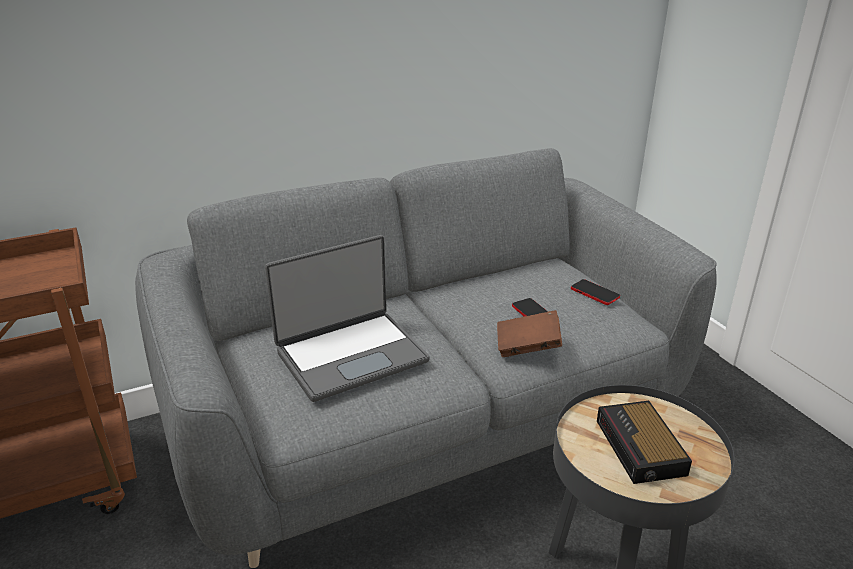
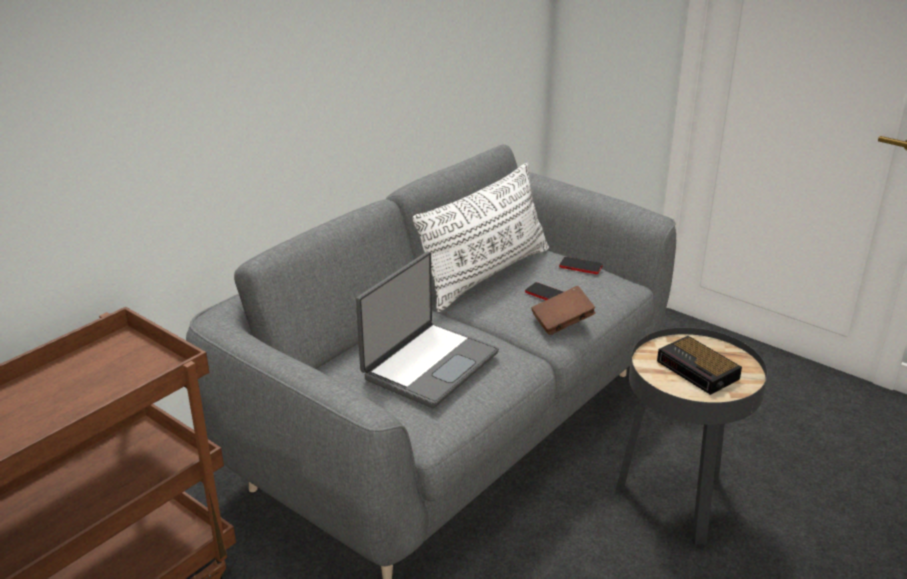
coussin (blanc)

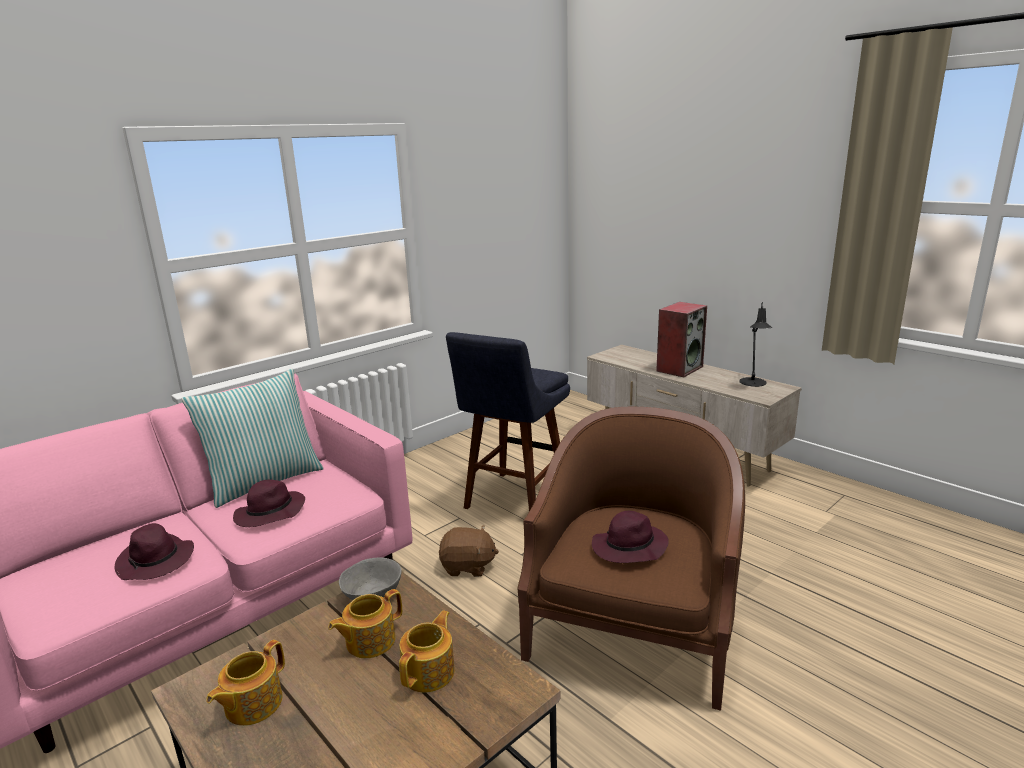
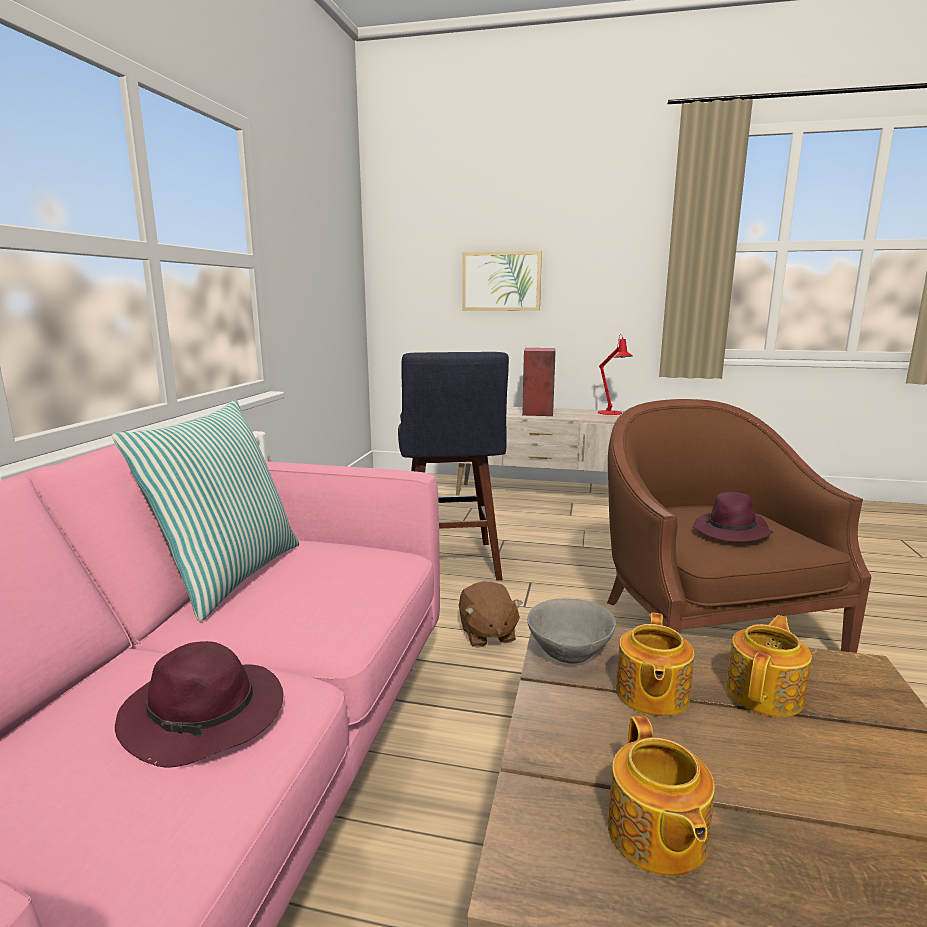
lampe de table (rouge)
chapeau (violet) (2nd from left in the first image)
peluche (marron)
théière (3rd from left)
tableau

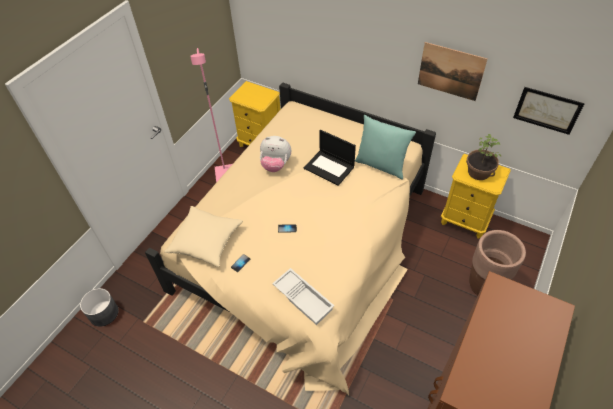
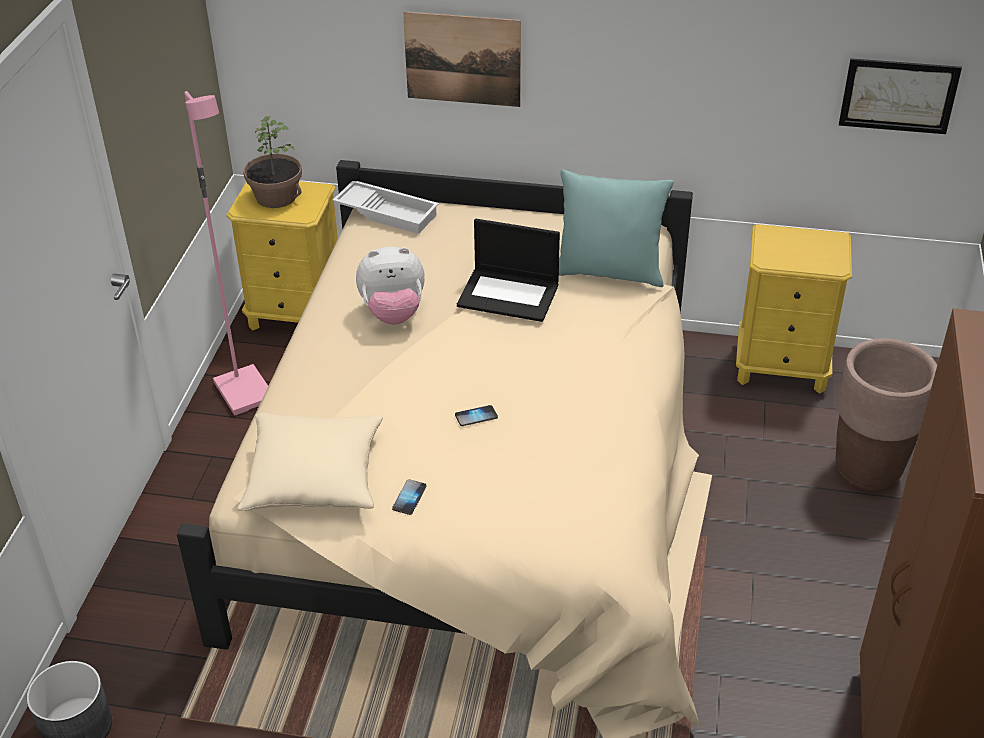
tableau (1st from left)
plante en pot
plateau (blanc)

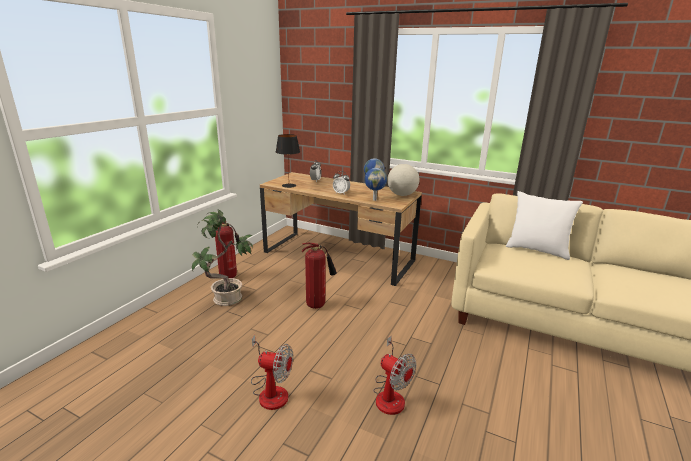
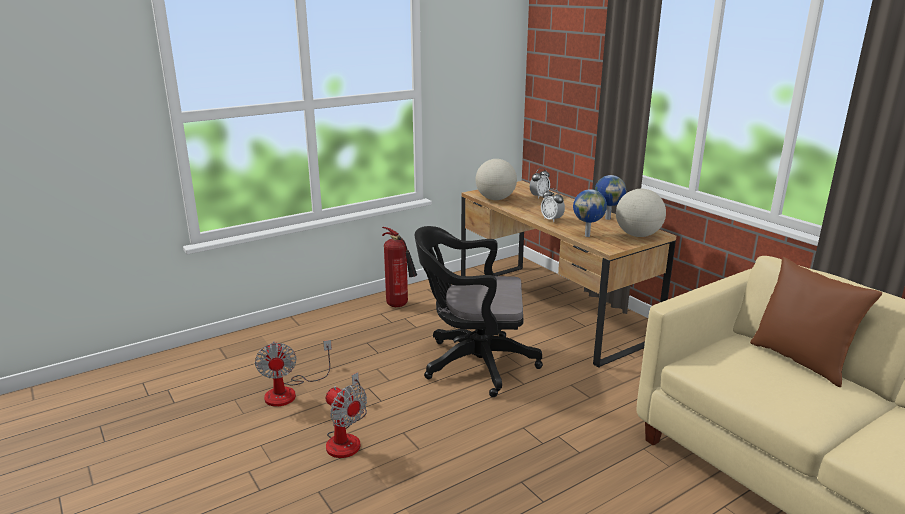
globe (1st from left)
coussin (marron)
plante en pot
chaise de bureau (noir)
ventilateur (1st from left)

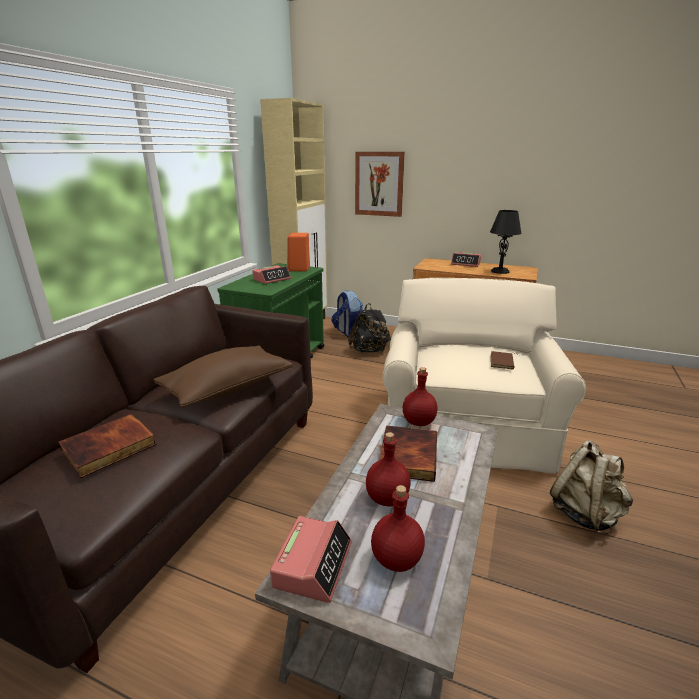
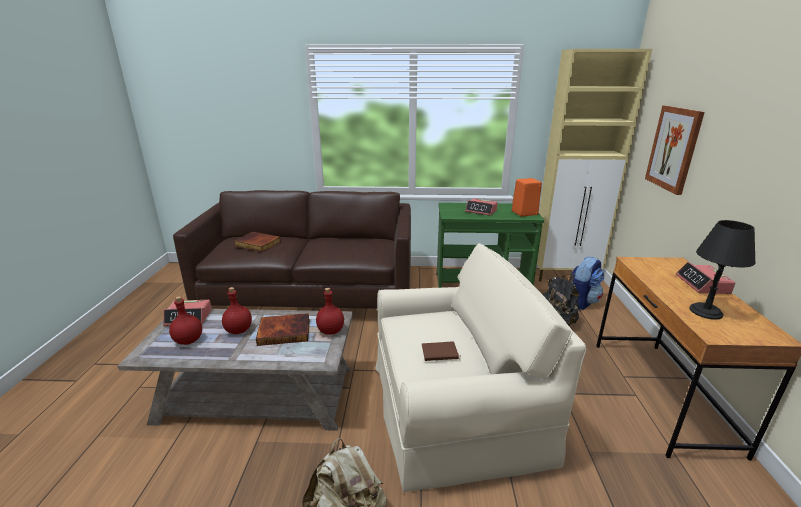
coussin (marron)

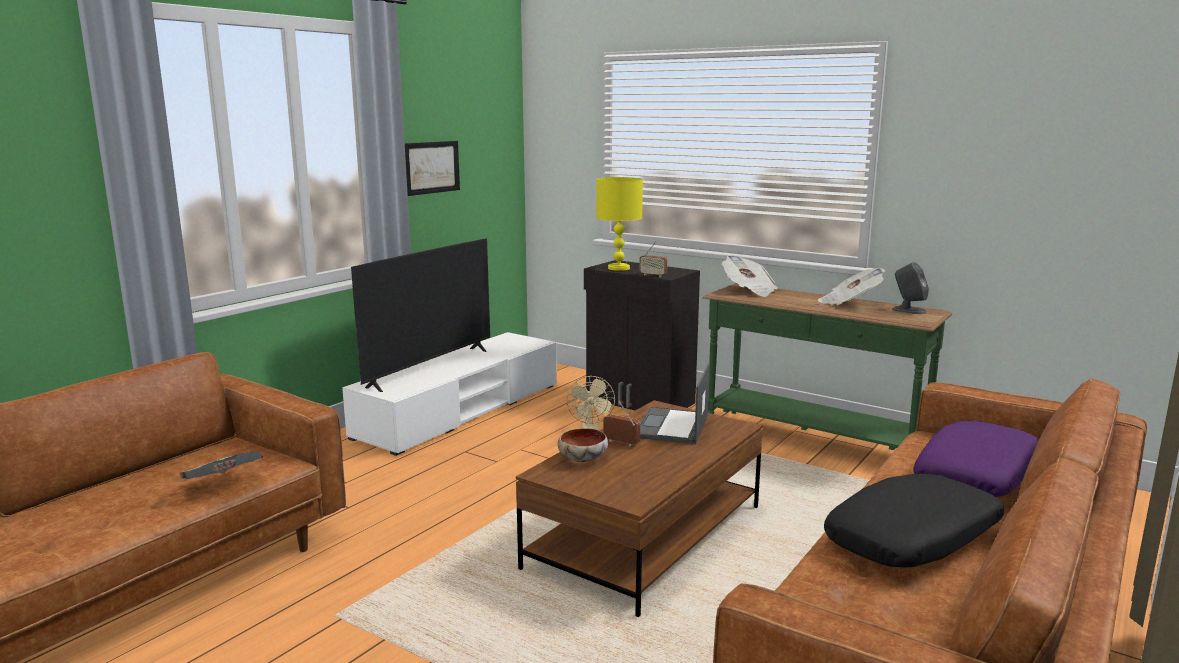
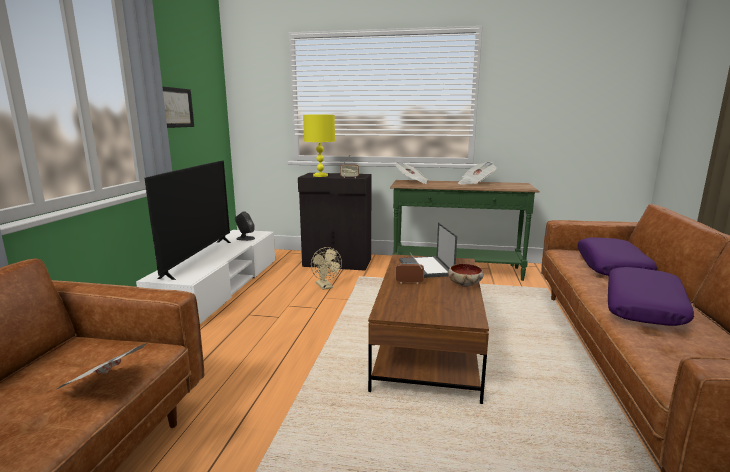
enceinte (gris)
bol
coussin (violet) (2nd from left)

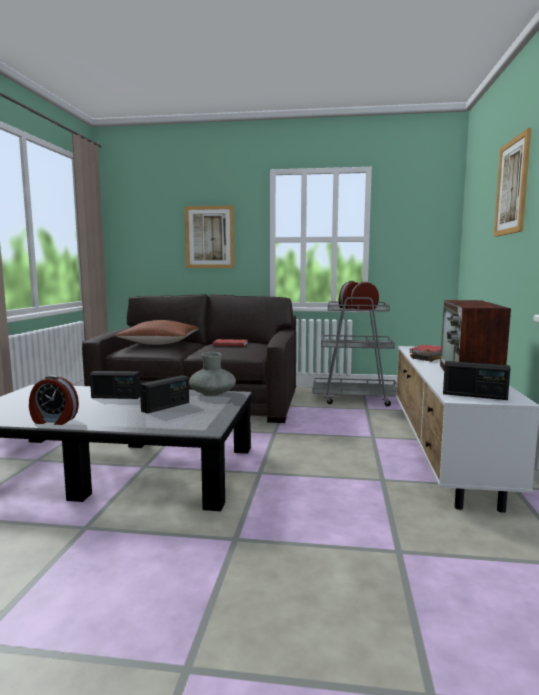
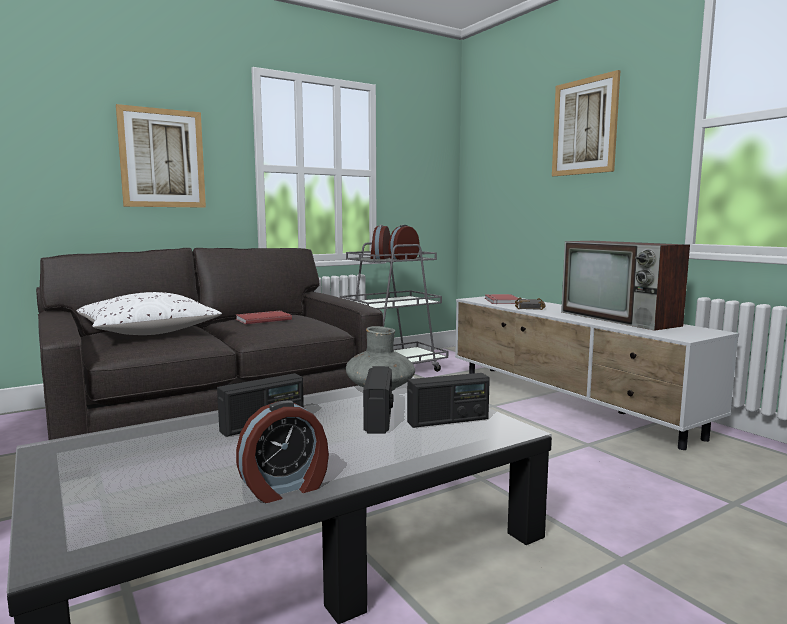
coussin (blanc)
radio (3rd from left)

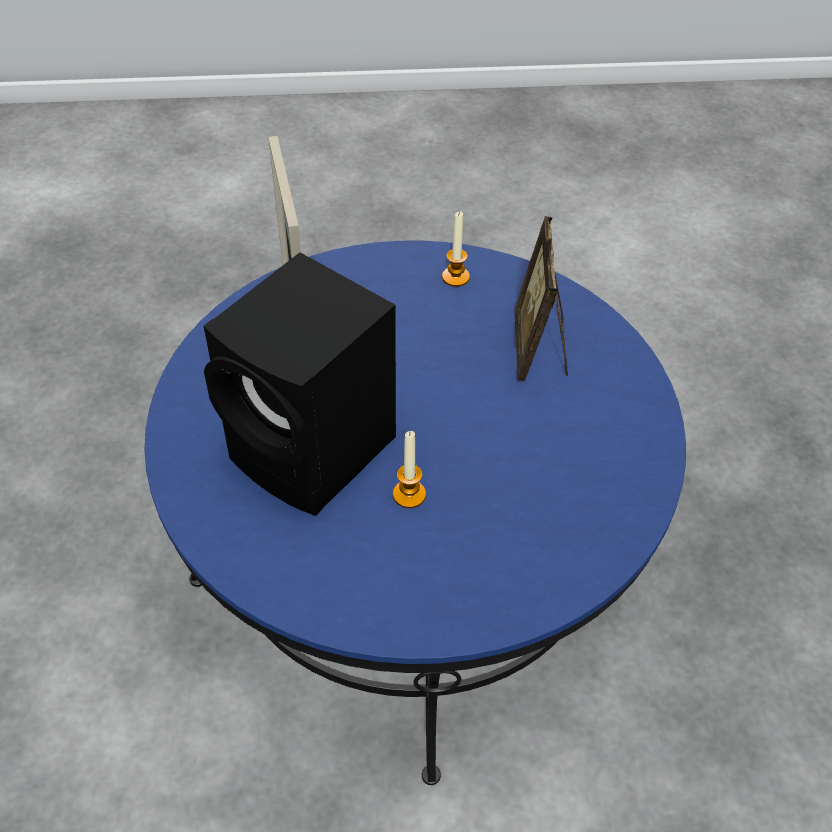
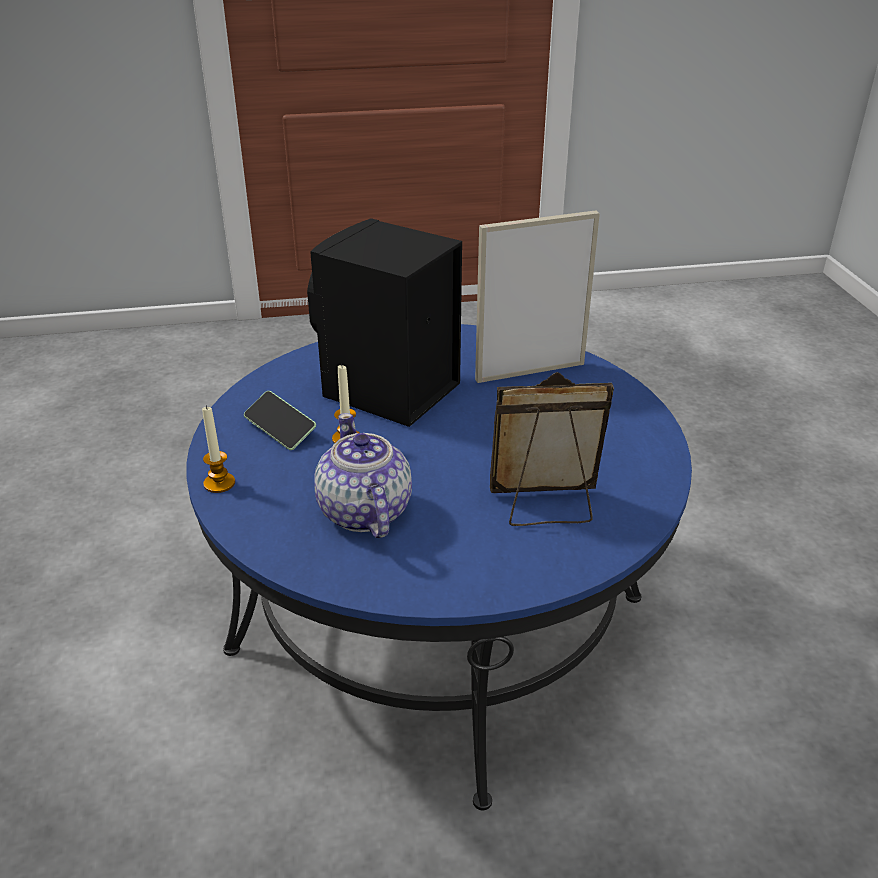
bougie (1st from left)
téléphone
théière

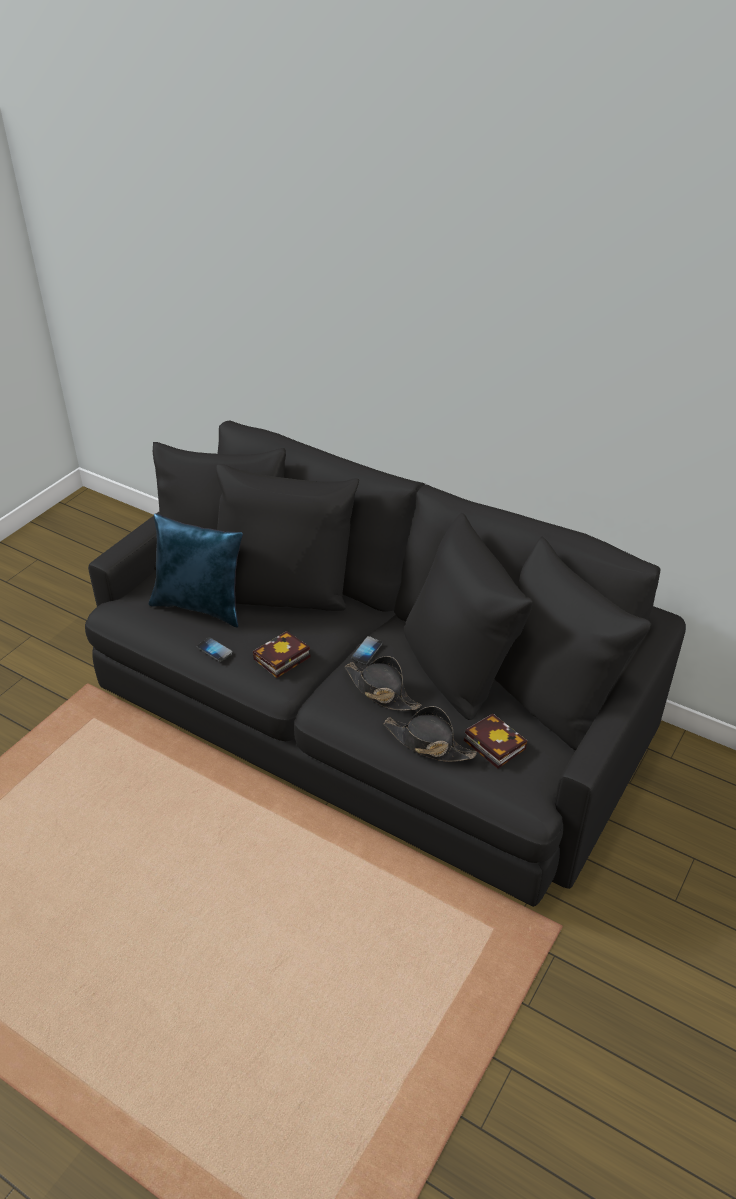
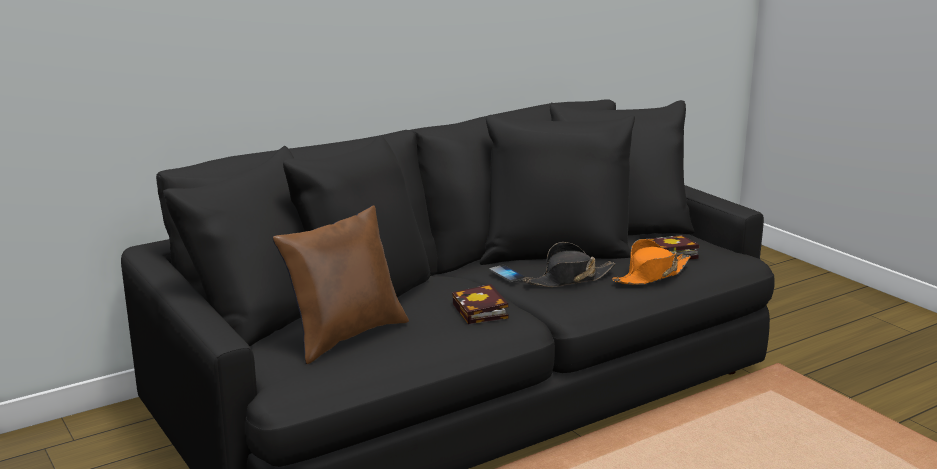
coussin (marron)
téléphone (1st from left in the first image)
chapeau (orange)

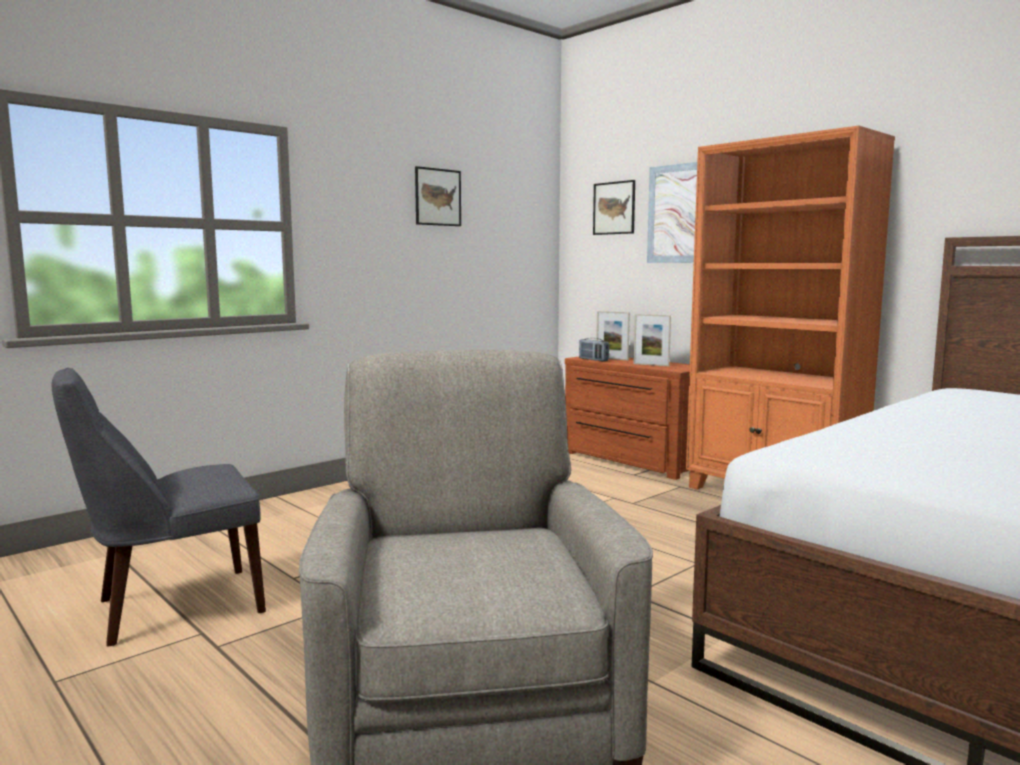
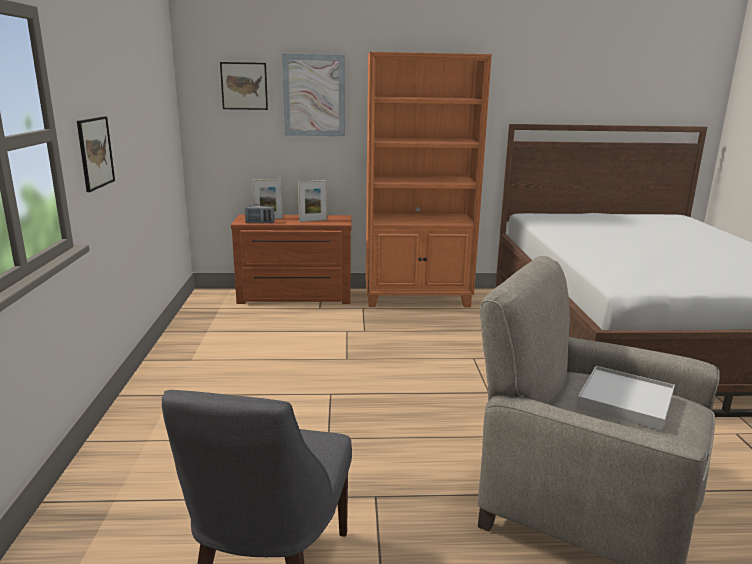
tableau (1st from left)
plateau (blanc)

